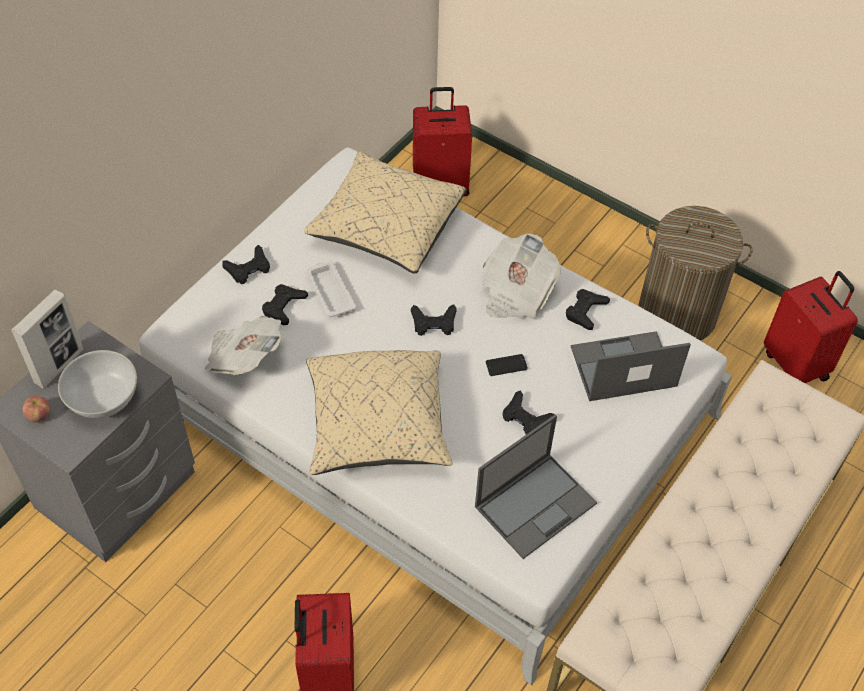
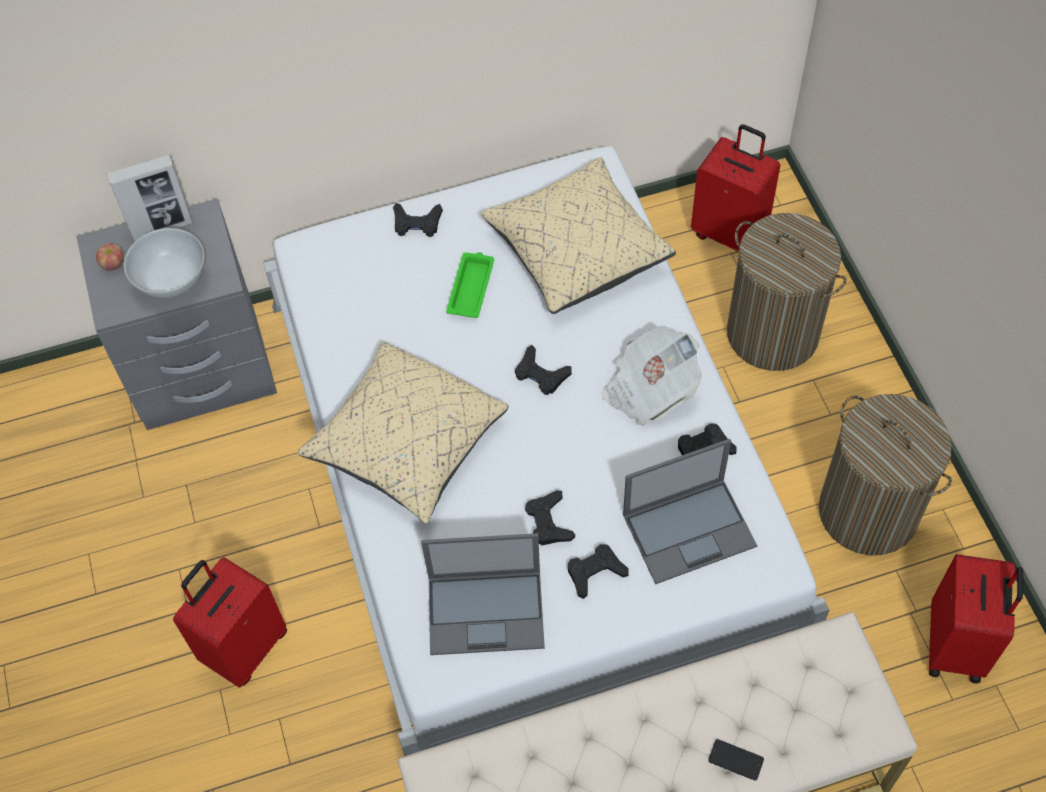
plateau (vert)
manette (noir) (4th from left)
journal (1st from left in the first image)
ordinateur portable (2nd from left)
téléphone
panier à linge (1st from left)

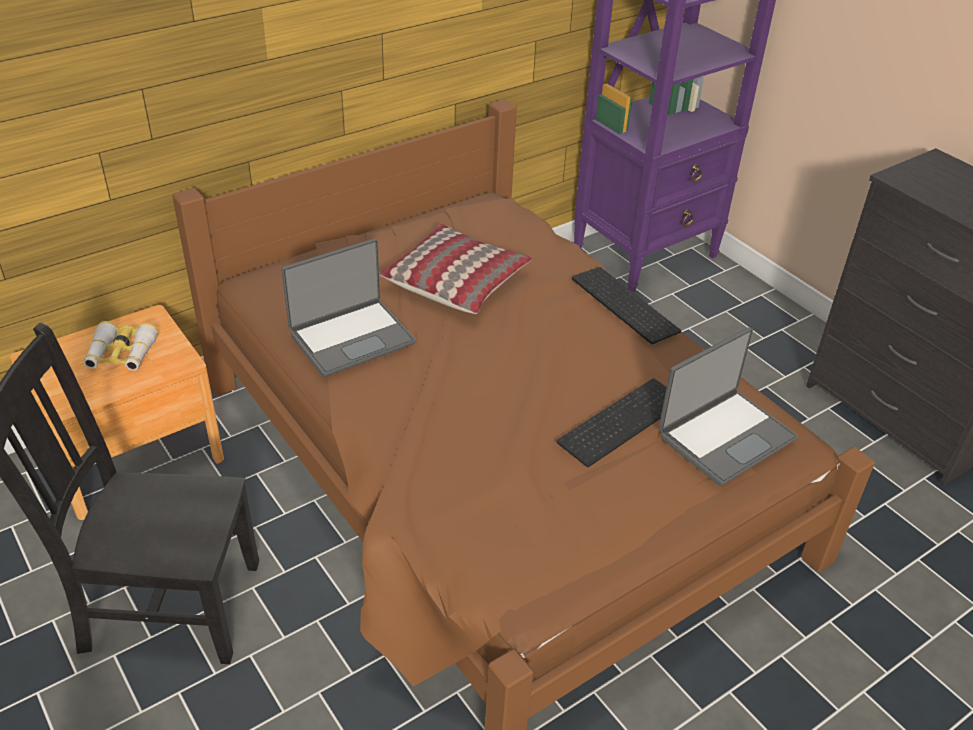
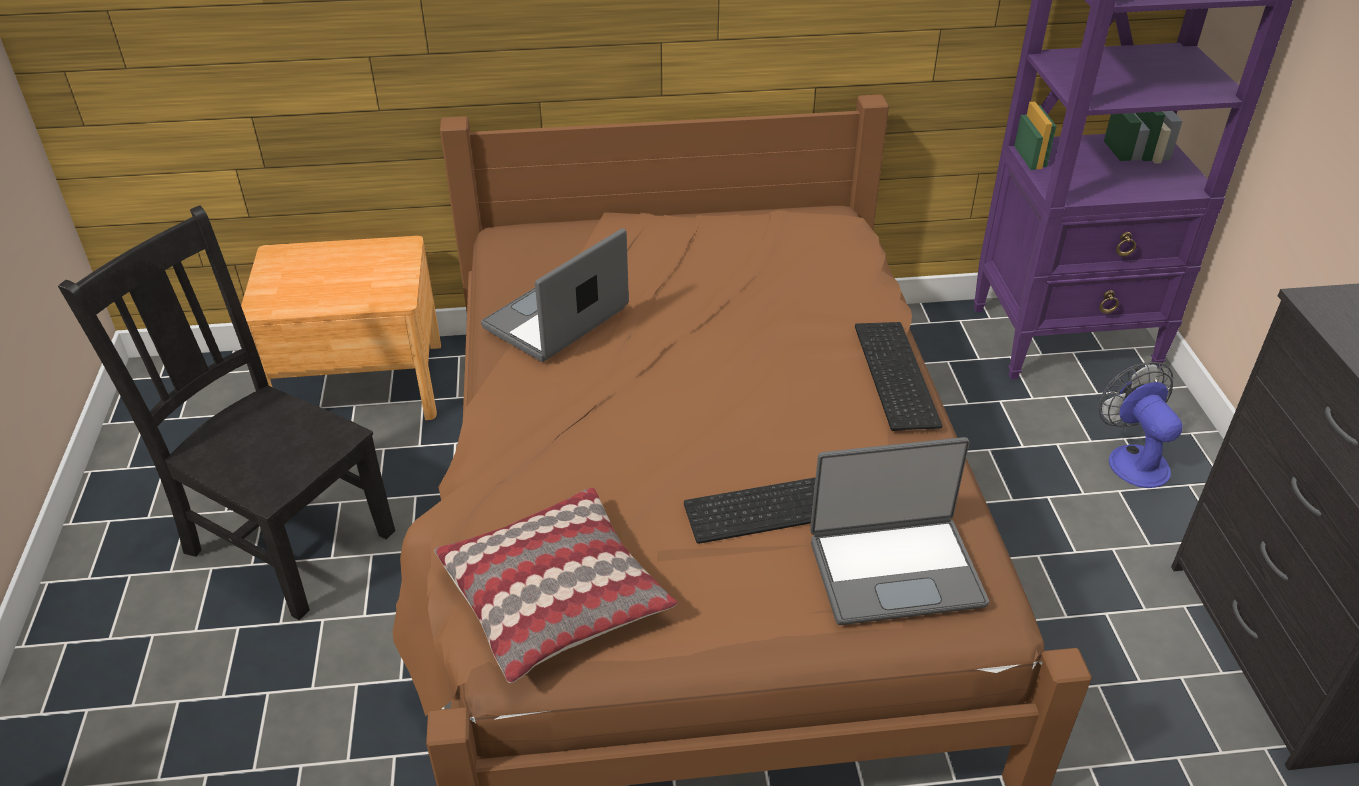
coussin
ordinateur portable (1st from left)
jumelles
ventilateur

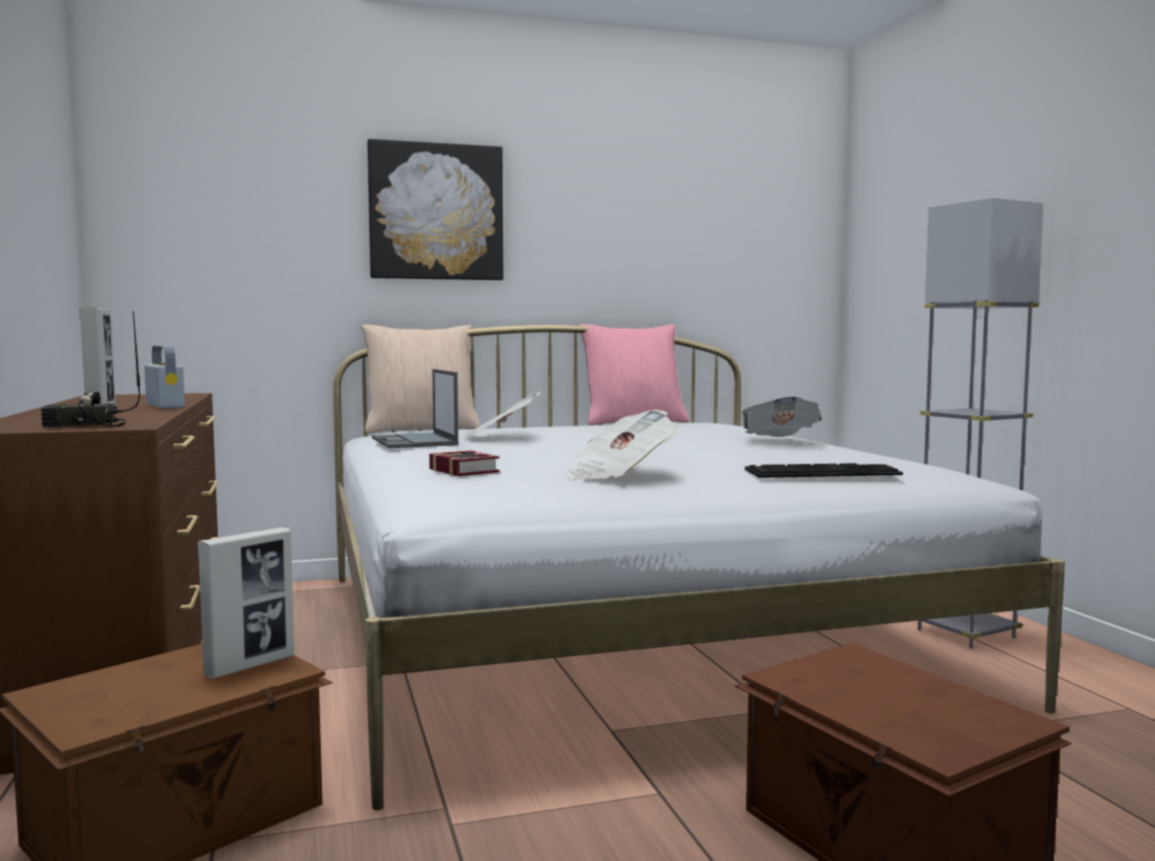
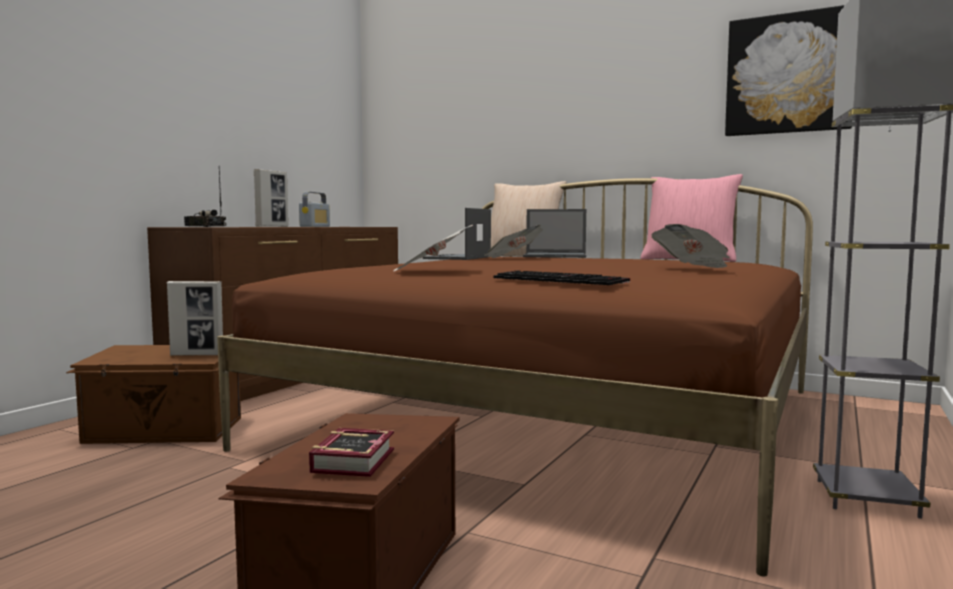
tableau
lit (marron)
livre
ordinateur portable (2nd from left)

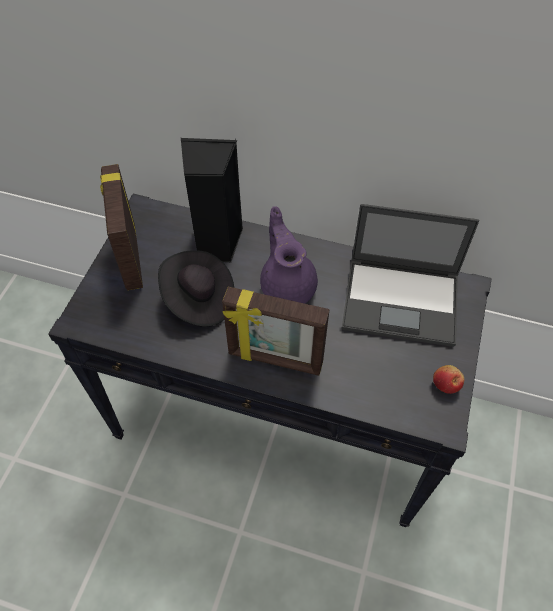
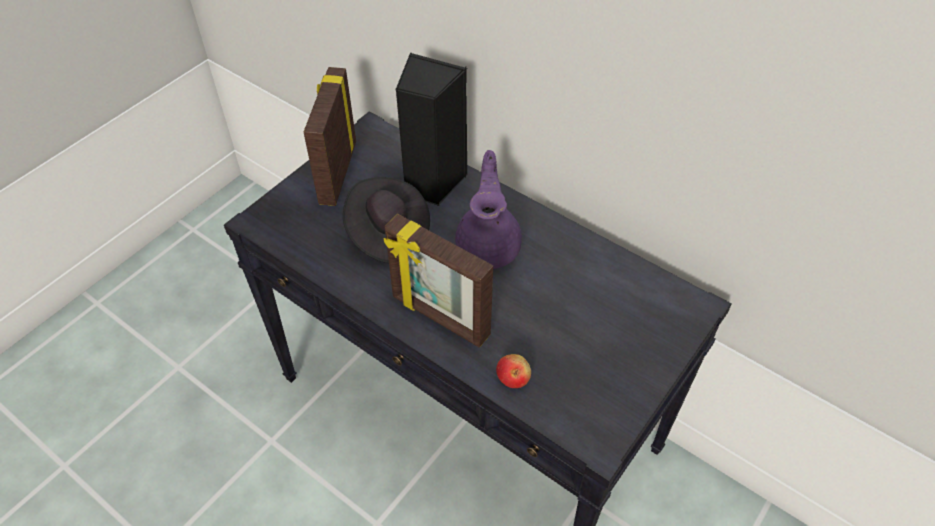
ordinateur portable
pomme

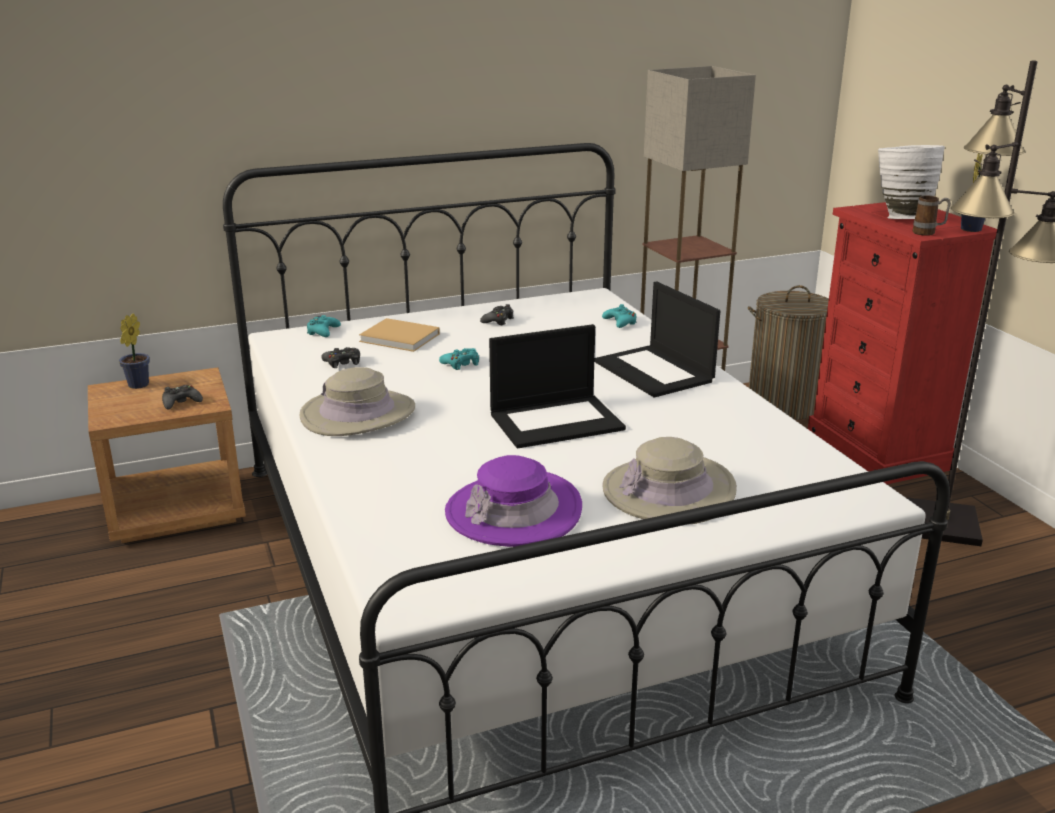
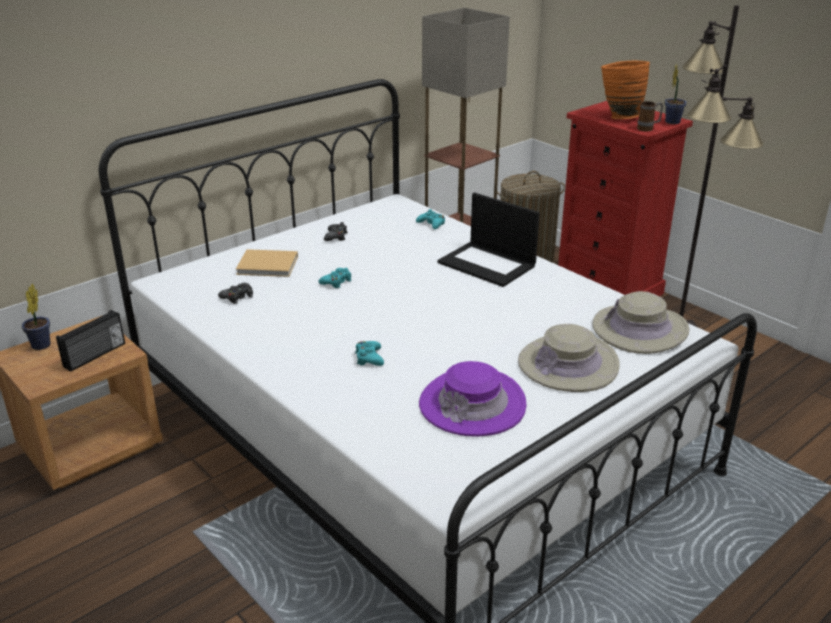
vase (orange)
manette (turquoise) (2nd from left)
ordinateur portable (1st from left in the first image)
chapeau (beige) (2nd from left)
radio

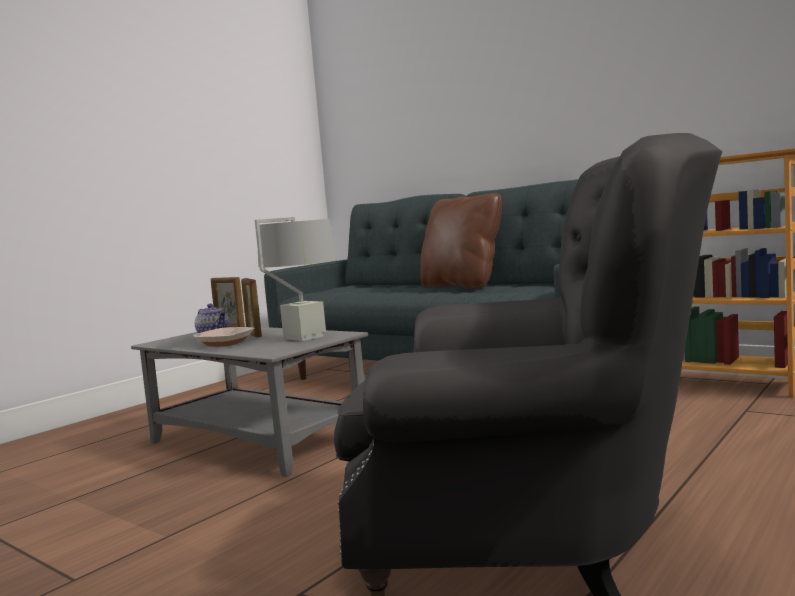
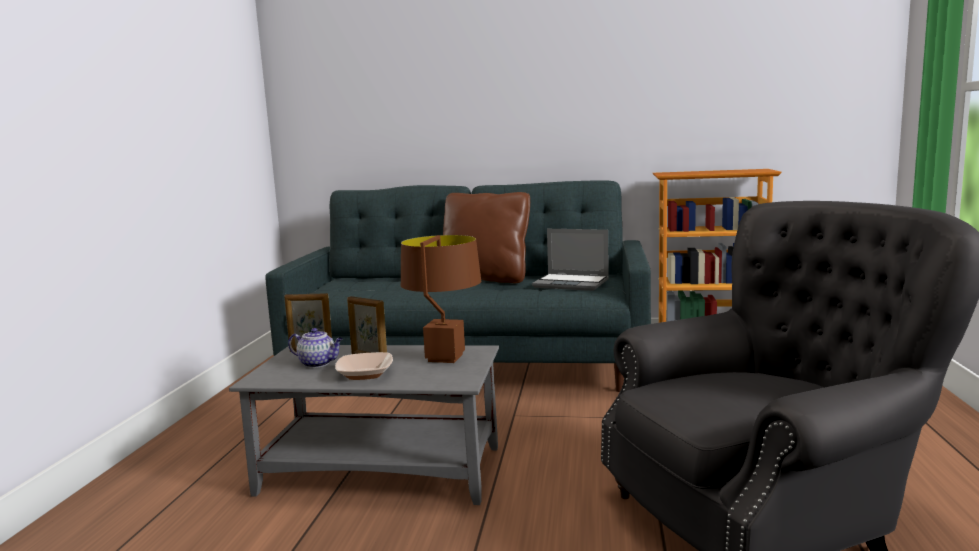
lampe de table (marron)
ordinateur portable

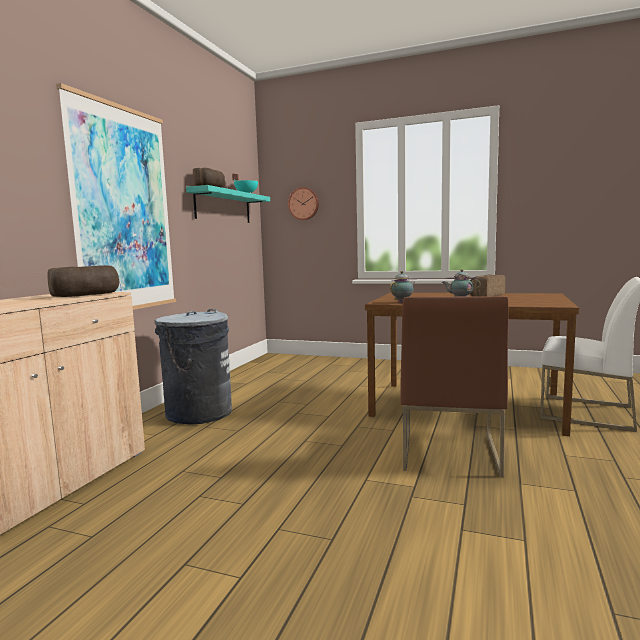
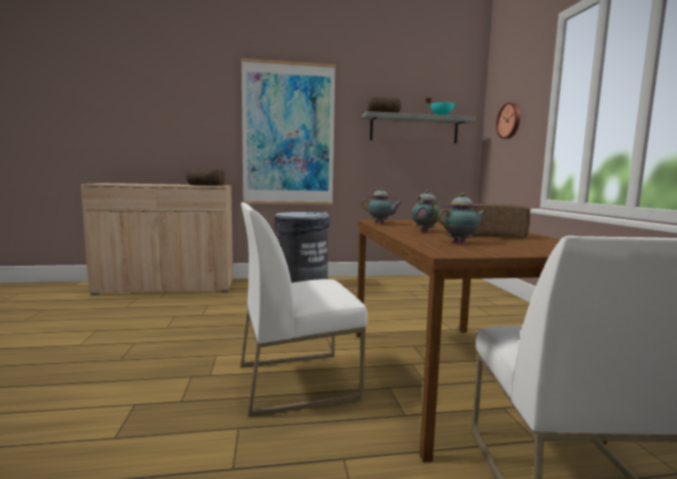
étagère (gris)
chaise (blanc) (1st from left)
théière (3rd from left)

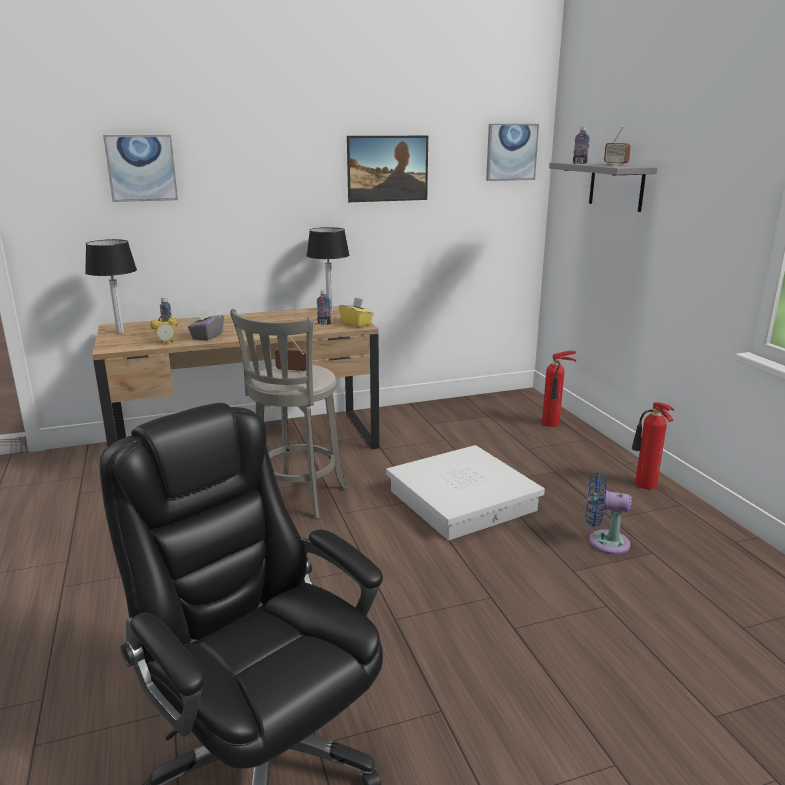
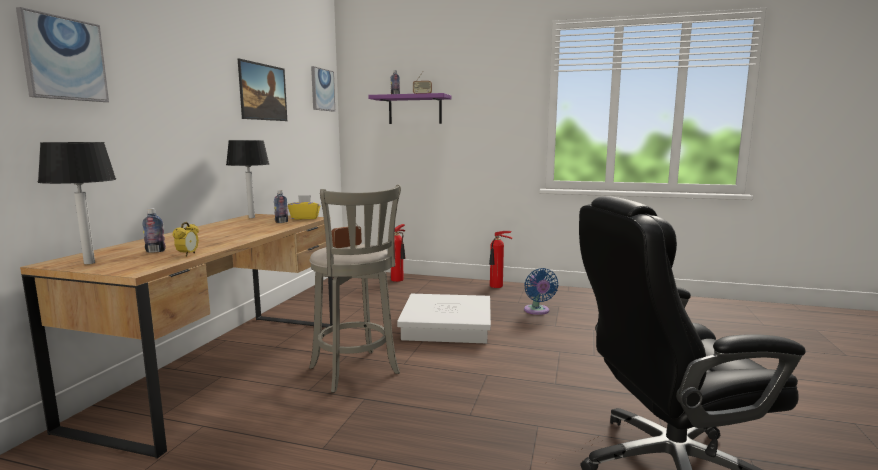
étagère (violet)
boîte à mouchoirs (gris)
ventilateur (bleu)

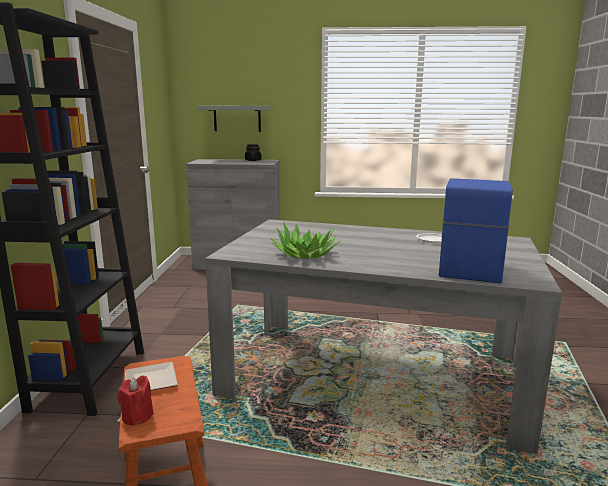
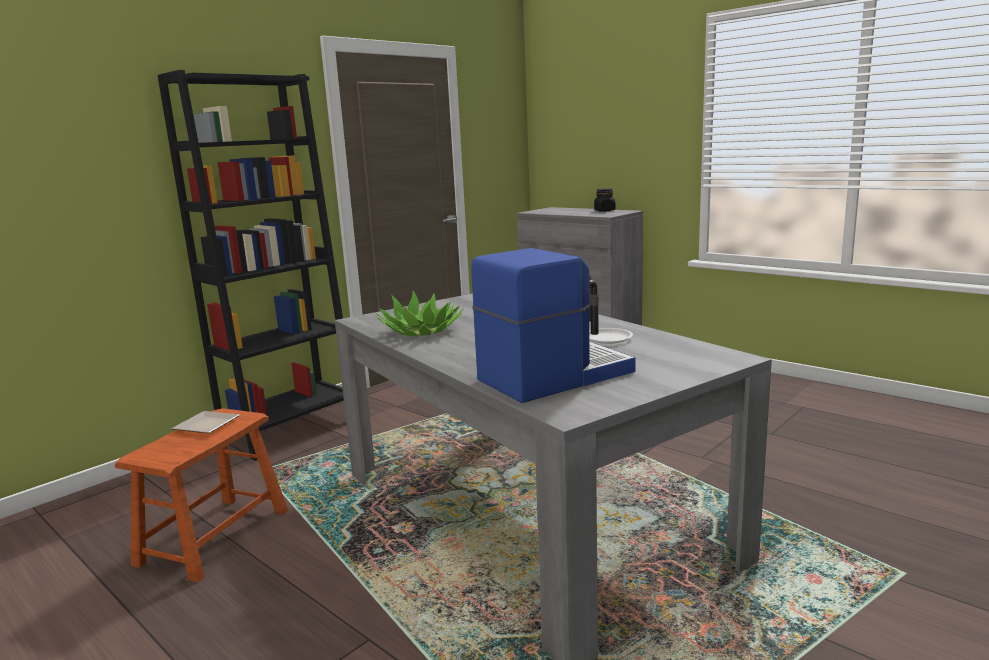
étagère (gris)
bougie (rouge)

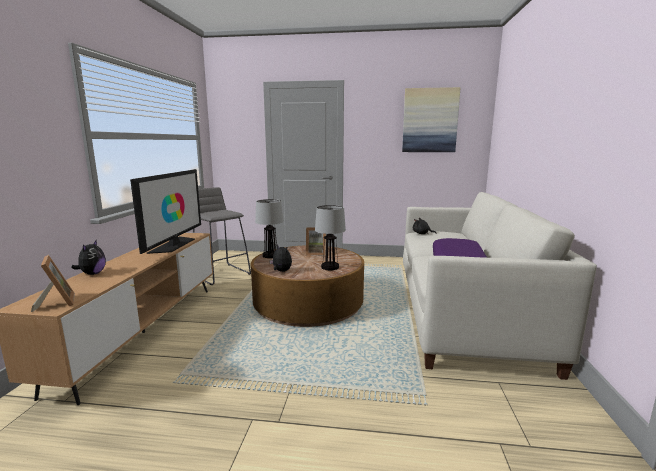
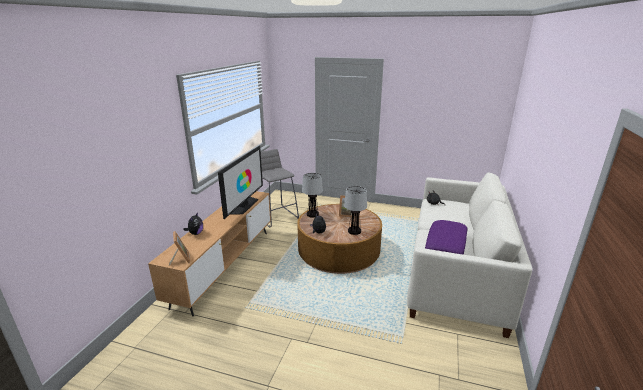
tableau

